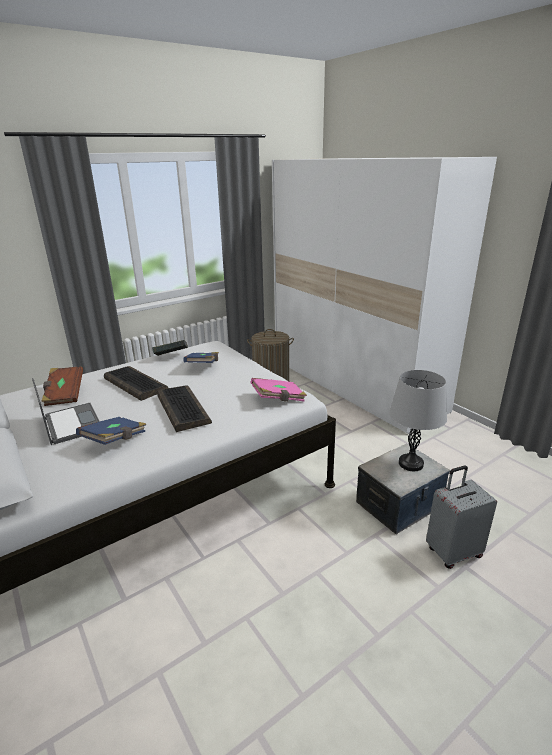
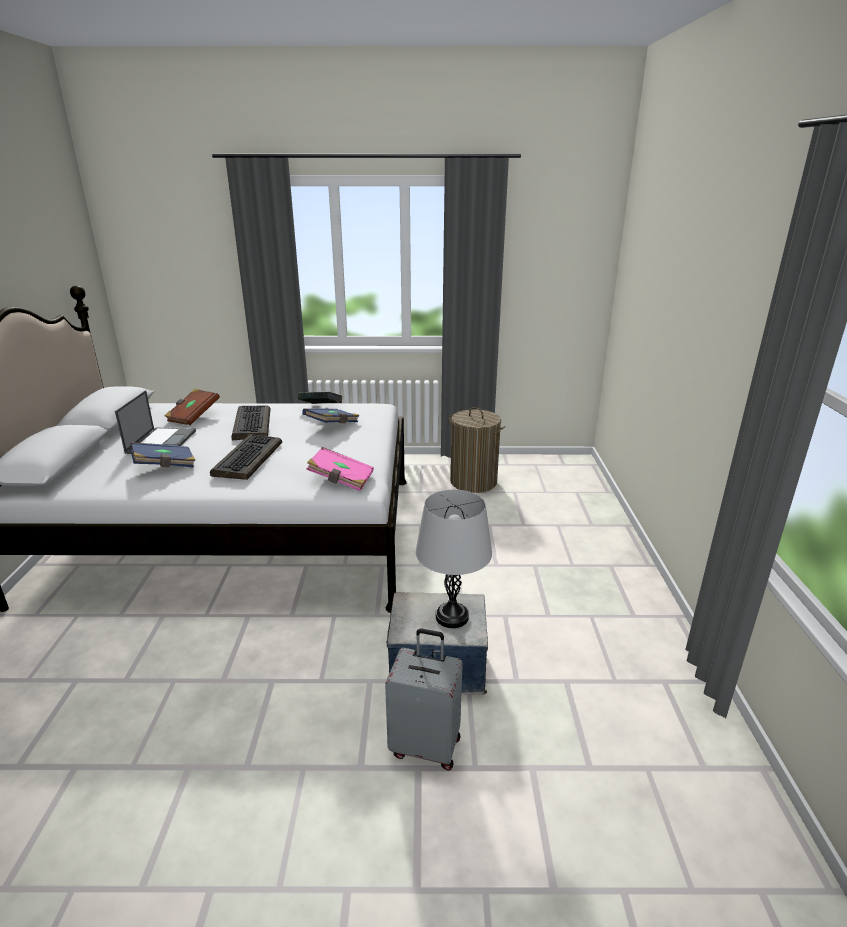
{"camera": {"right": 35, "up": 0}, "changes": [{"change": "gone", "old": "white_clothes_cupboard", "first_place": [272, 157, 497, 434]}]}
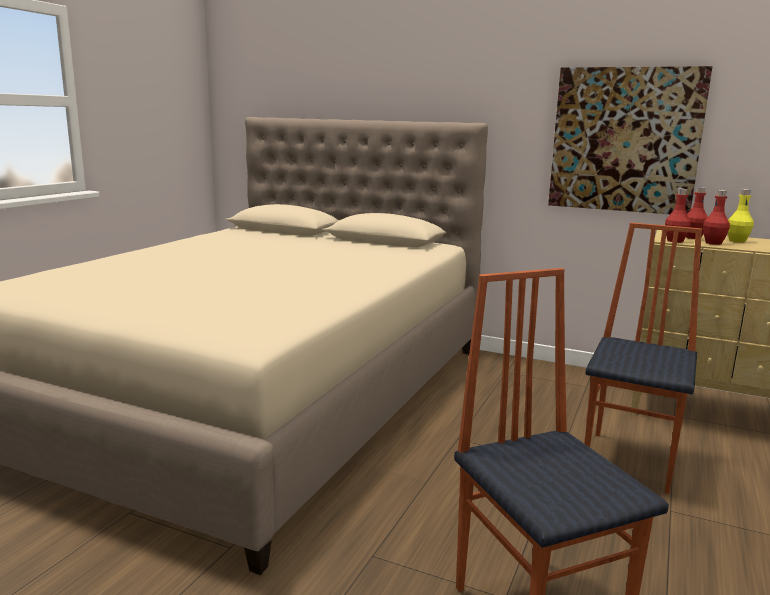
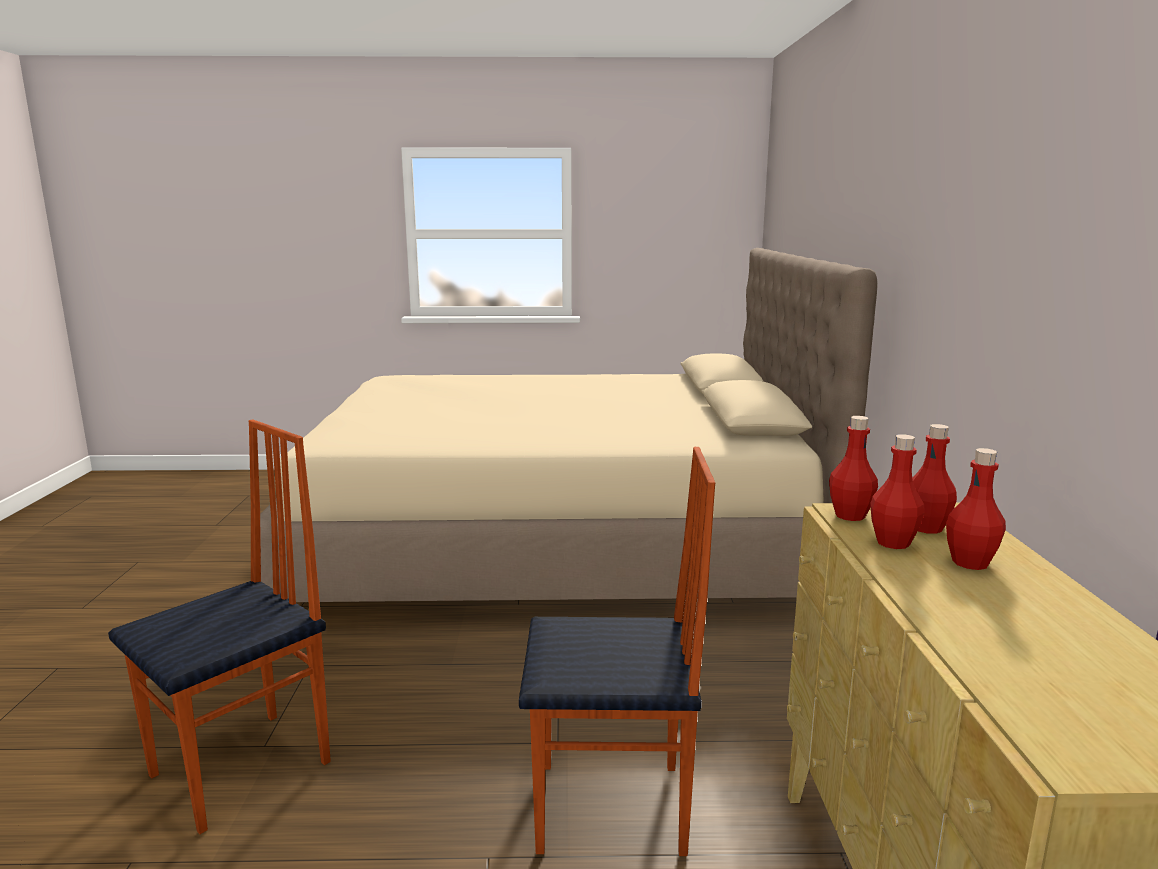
{"camera": {"right": 65, "up": 0}, "changes": [{"change": "gone", "old": "wall_picture", "first_place": [548, 66, 713, 214]}, {"change": "repainted", "old": "yellow_drink_bottle", "new": "reddish_drink_bottle", "first_place": [728, 189, 754, 243], "second_place": [946, 448, 1006, 570]}]}
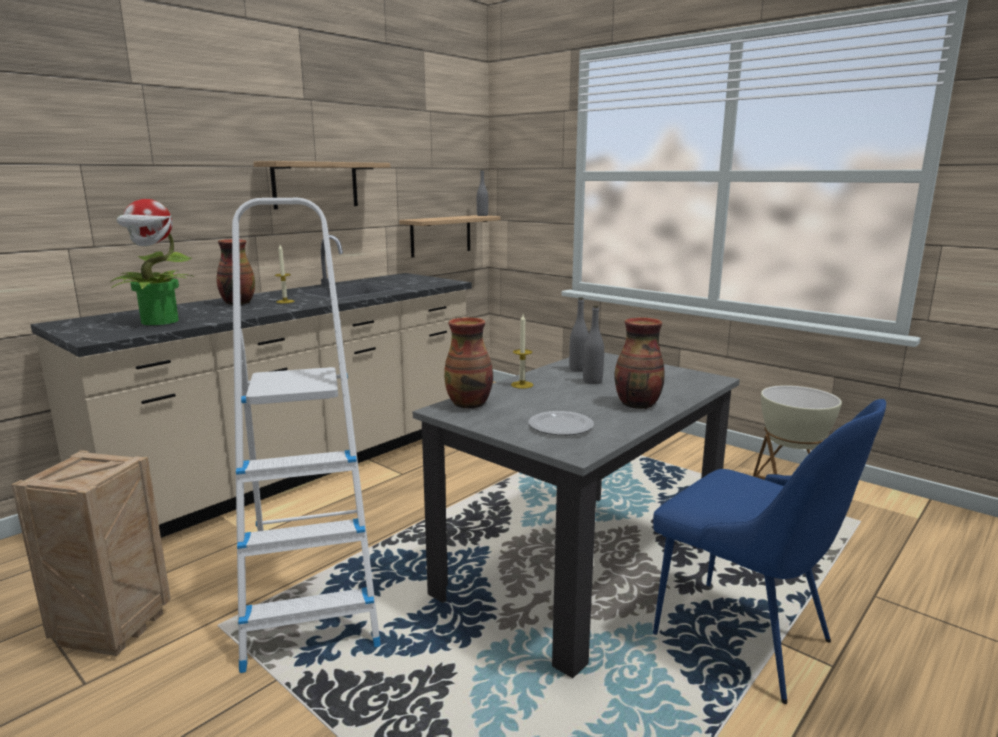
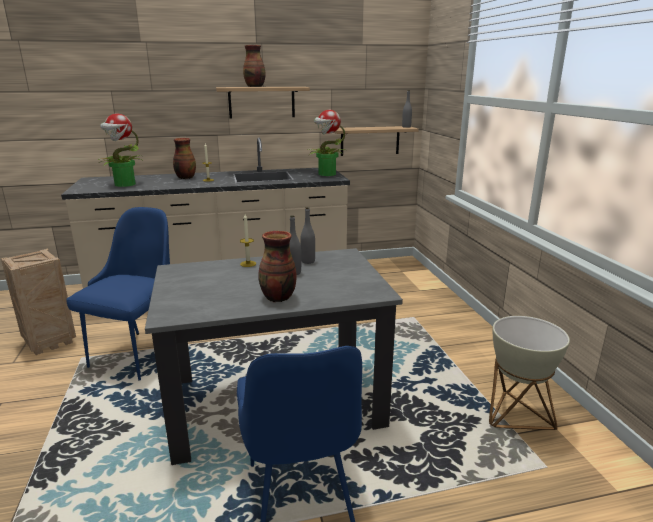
{"camera": {"right": 35, "up": 5}, "changes": [{"change": "swapped", "old": "white_stepladder", "new": "blue_chair", "first_place": [232, 198, 381, 673], "second_place": [66, 207, 170, 381]}, {"change": "shifted", "old": "flower_vase", "first_place": [444, 317, 493, 409], "second_place": [243, 45, 265, 87]}, {"change": "gone", "old": "flat_dish", "first_place": [529, 411, 594, 435]}, {"change": "new", "new": "plant_in_a_pot", "second_place": [307, 110, 345, 176]}]}
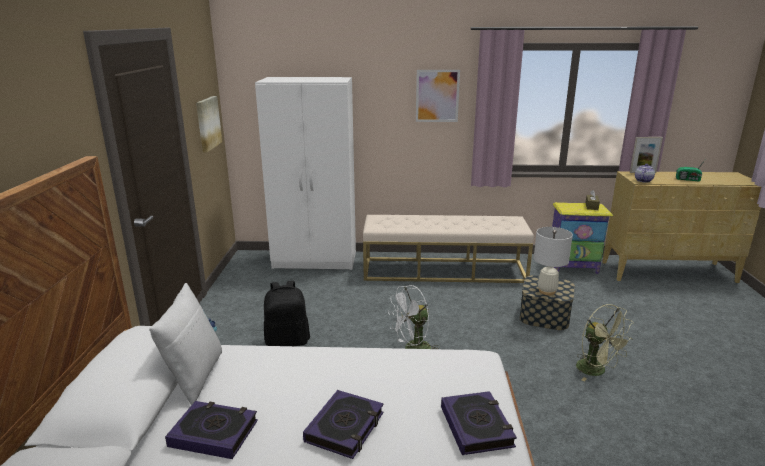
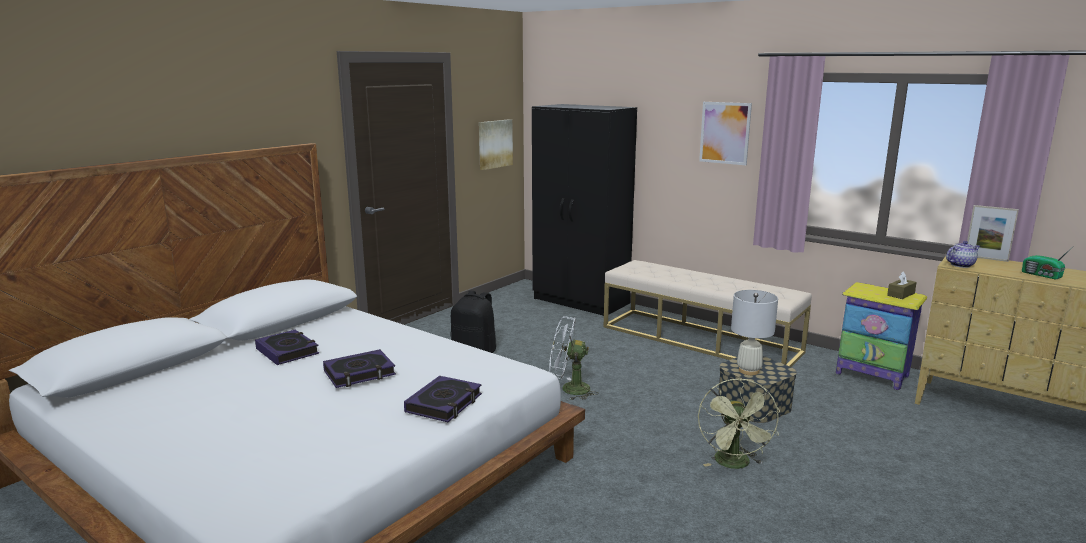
{"camera": {"right": 35, "up": -5}, "changes": [{"change": "gone", "old": "greyish_pillow", "first_place": [149, 283, 222, 405]}, {"change": "repainted", "old": "white_clothes_cupboard", "new": "black_clothes_cupboard", "first_place": [255, 77, 356, 270], "second_place": [532, 104, 637, 316]}]}
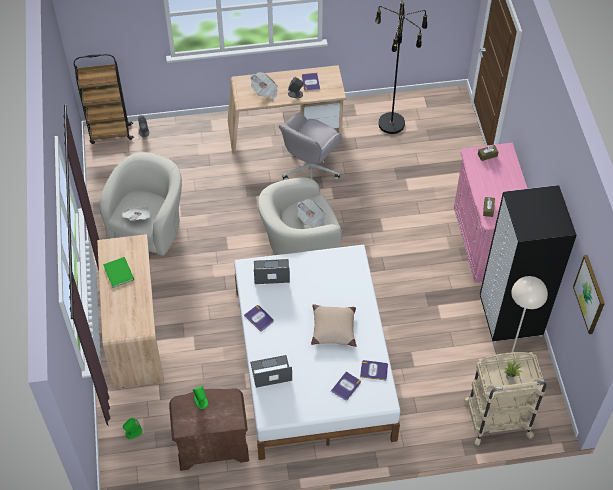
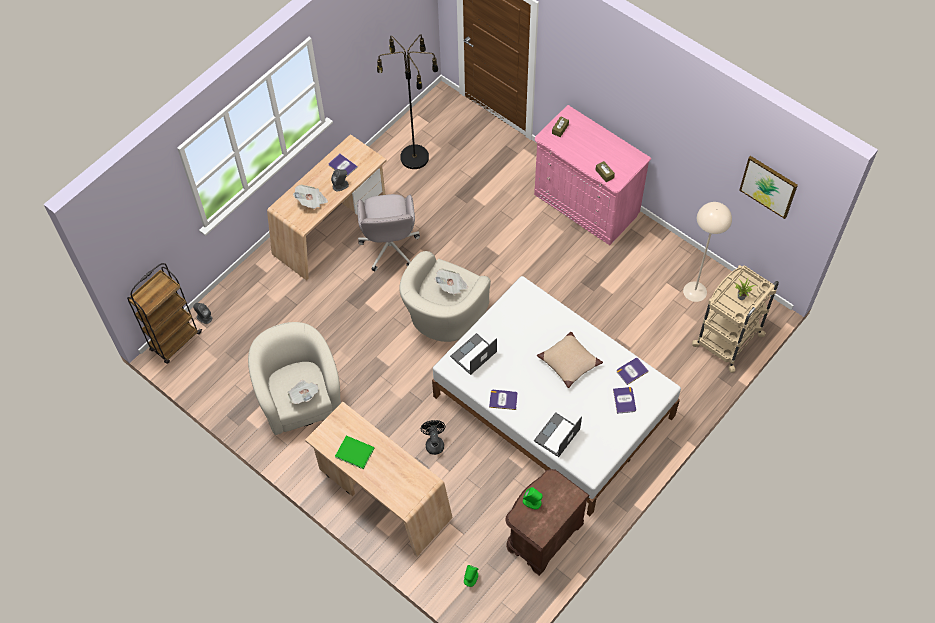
{"camera": {"right": -40, "up": 5}, "changes": [{"change": "gone", "old": "clothes_cupboard", "first_place": [480, 185, 577, 343]}, {"change": "new", "new": "black_cooling_fan", "second_place": [421, 420, 445, 455]}]}
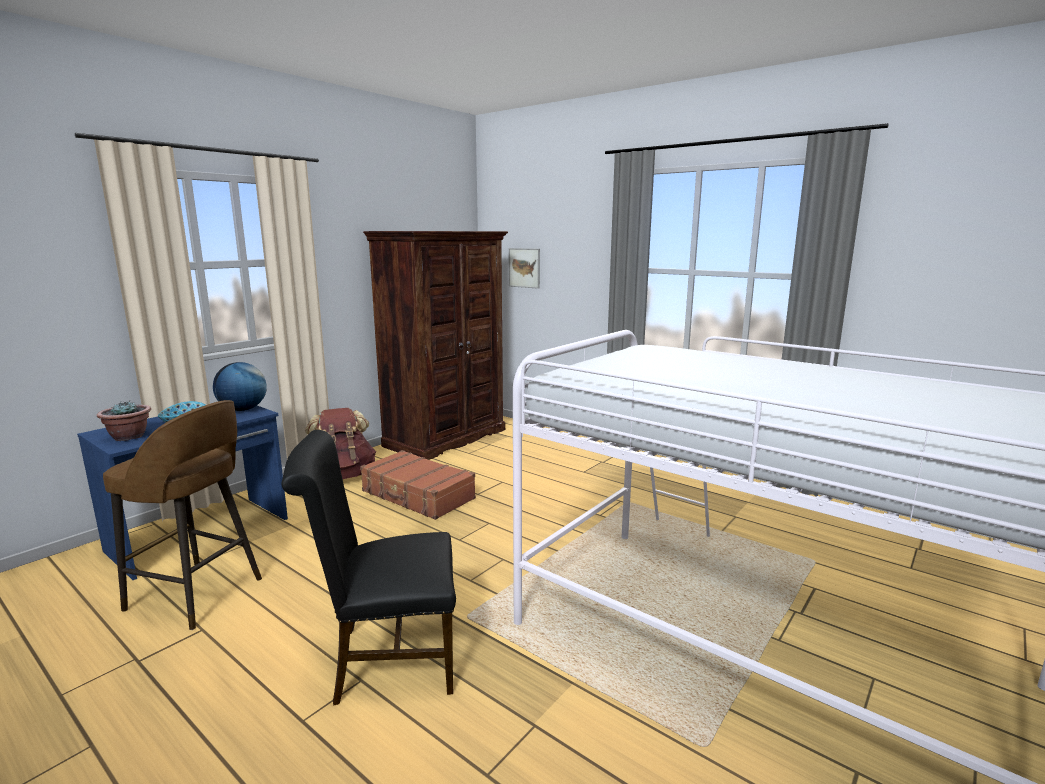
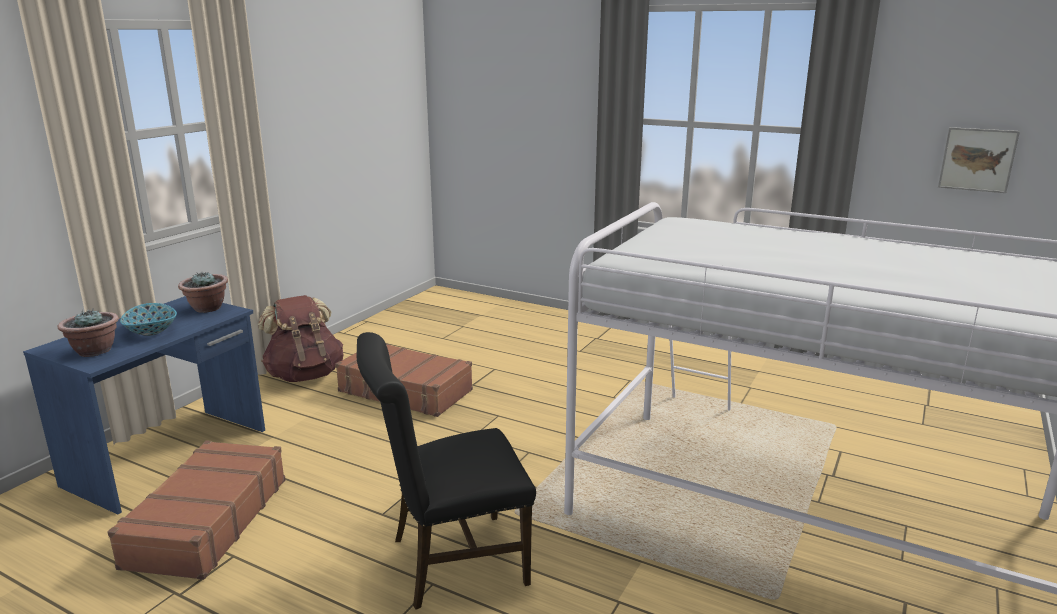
{"camera": {"right": -10, "up": 5}, "changes": [{"change": "swapped", "old": "brown-coloured_stool", "new": "brown-coloured_suitcase", "first_place": [103, 400, 262, 630], "second_place": [107, 440, 286, 580]}, {"change": "swapped", "old": "desk_globe", "new": "plant_in_a_pot", "first_place": [213, 362, 267, 411], "second_place": [178, 271, 228, 313]}, {"change": "gone", "old": "brown-coloured_clothes_cupboard", "first_place": [363, 231, 508, 460]}, {"change": "shifted", "old": "wall_picture", "first_place": [509, 248, 540, 289], "second_place": [938, 127, 1020, 193]}]}
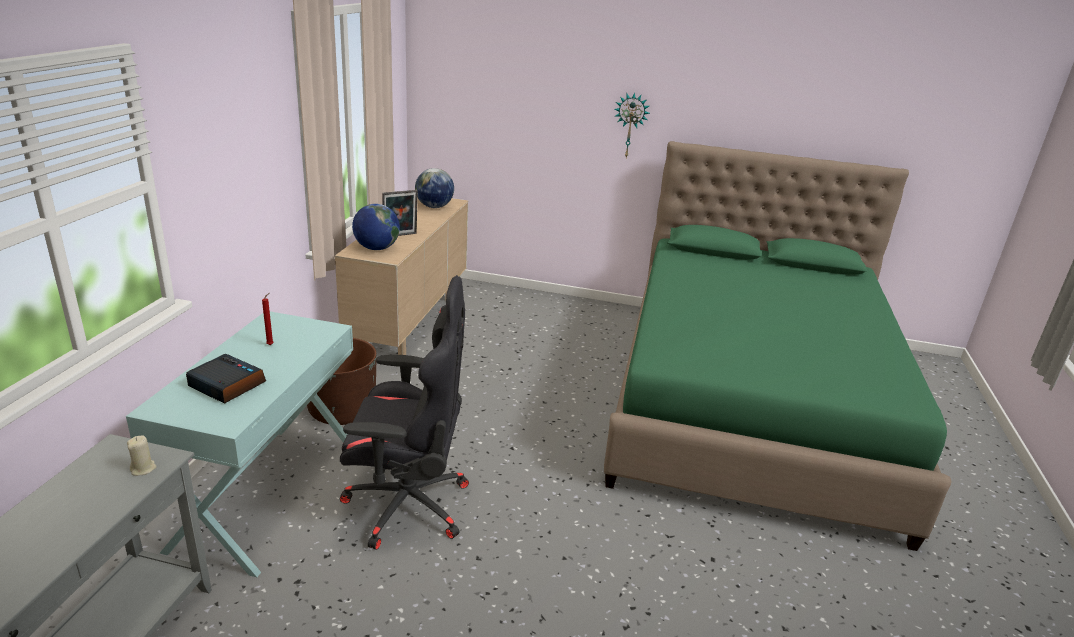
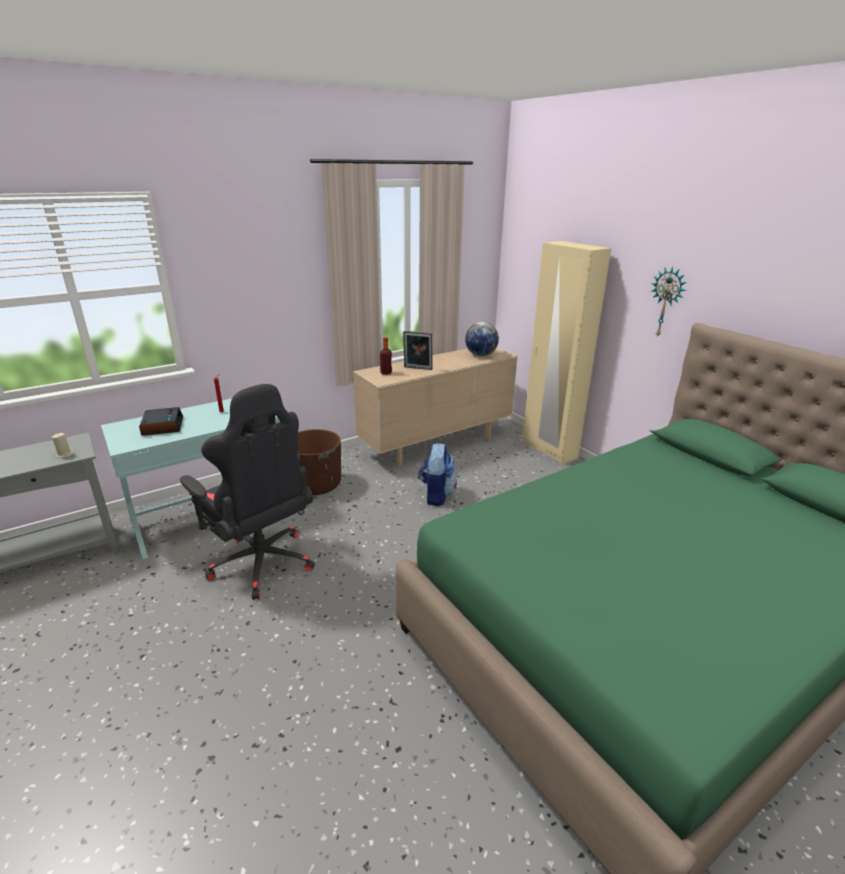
{"camera": {"right": 45, "up": 0}, "changes": [{"change": "swapped", "old": "desk_globe", "new": "drink_bottle", "first_place": [352, 204, 400, 250], "second_place": [380, 337, 392, 375]}, {"change": "new", "new": "knapsack", "second_place": [418, 443, 457, 506]}, {"change": "new", "new": "sand-coloured_clothes_cupboard", "second_place": [523, 241, 611, 464]}]}
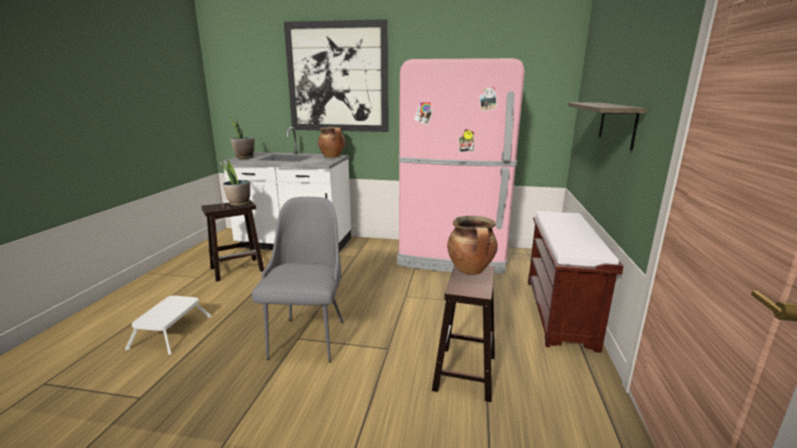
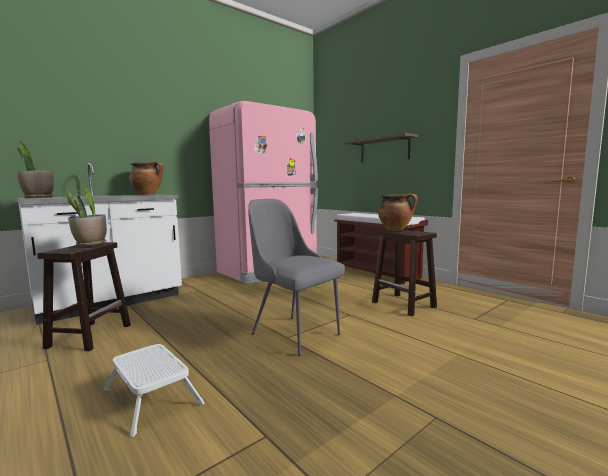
{"camera": {"right": -50, "up": -10}, "changes": [{"change": "gone", "old": "wall_picture", "first_place": [284, 19, 388, 132]}]}
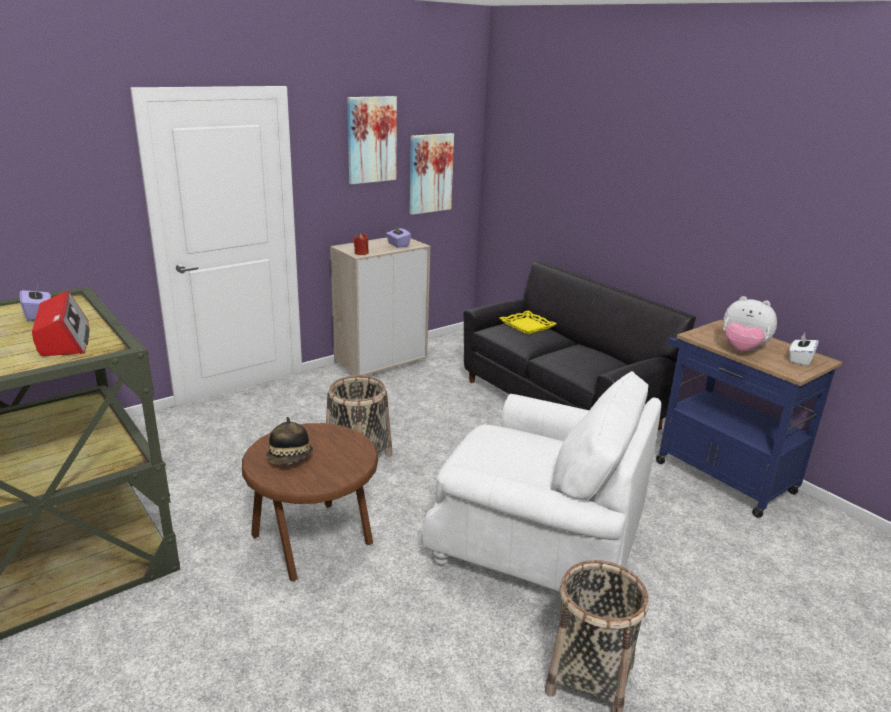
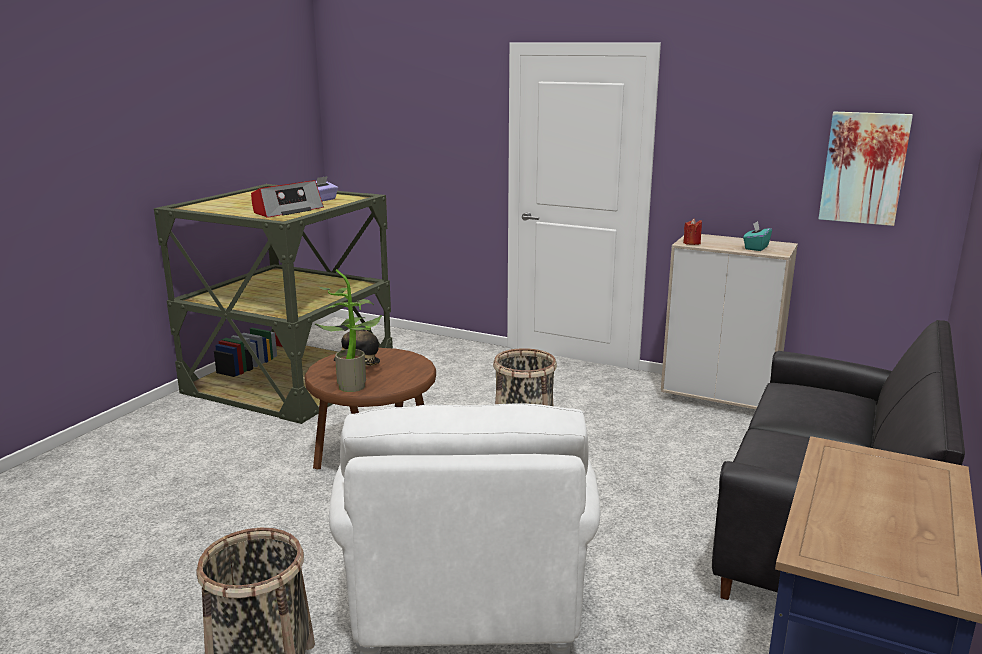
{"camera": {"right": 65, "up": -5}, "changes": [{"change": "gone", "old": "wall_picture", "first_place": [347, 96, 397, 184]}, {"change": "repainted", "old": "purple_box_of_tissues", "new": "blue-green_box_of_tissues", "first_place": [386, 225, 411, 248], "second_place": [743, 221, 772, 251]}, {"change": "gone", "old": "yellow_tray", "first_place": [500, 311, 557, 335]}, {"change": "gone", "old": "plush_toy", "first_place": [723, 296, 777, 351]}, {"change": "gone", "old": "white_box_of_tissues", "first_place": [789, 333, 819, 366]}, {"change": "new", "new": "plant_in_a_pot", "second_place": [315, 269, 382, 392]}]}
